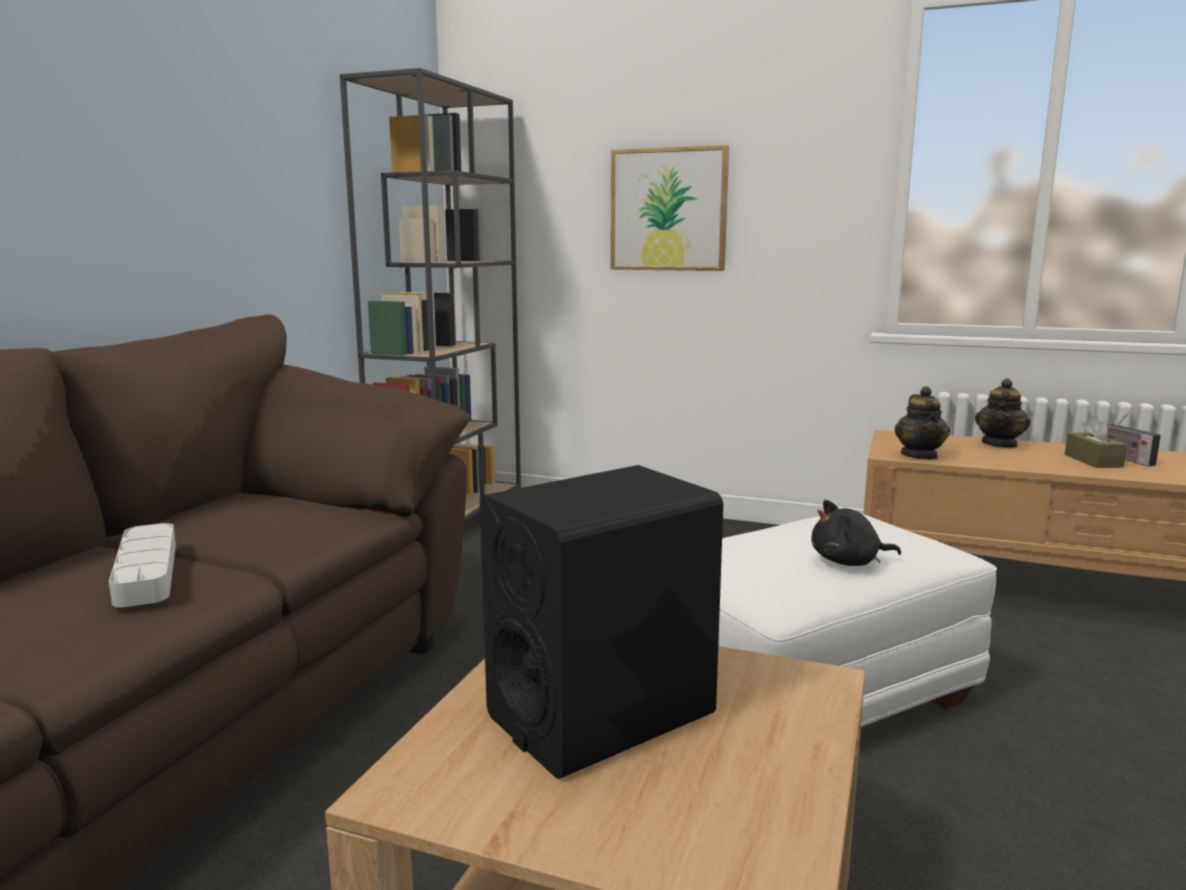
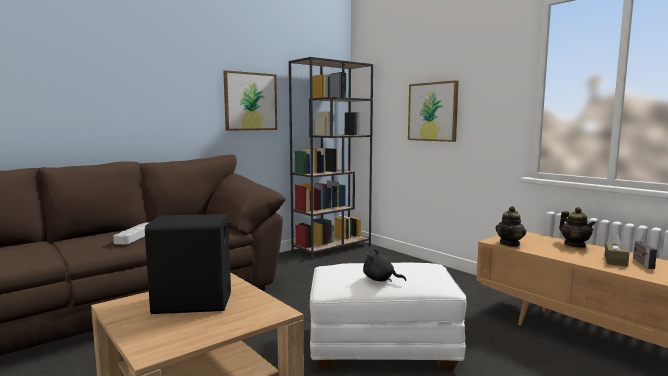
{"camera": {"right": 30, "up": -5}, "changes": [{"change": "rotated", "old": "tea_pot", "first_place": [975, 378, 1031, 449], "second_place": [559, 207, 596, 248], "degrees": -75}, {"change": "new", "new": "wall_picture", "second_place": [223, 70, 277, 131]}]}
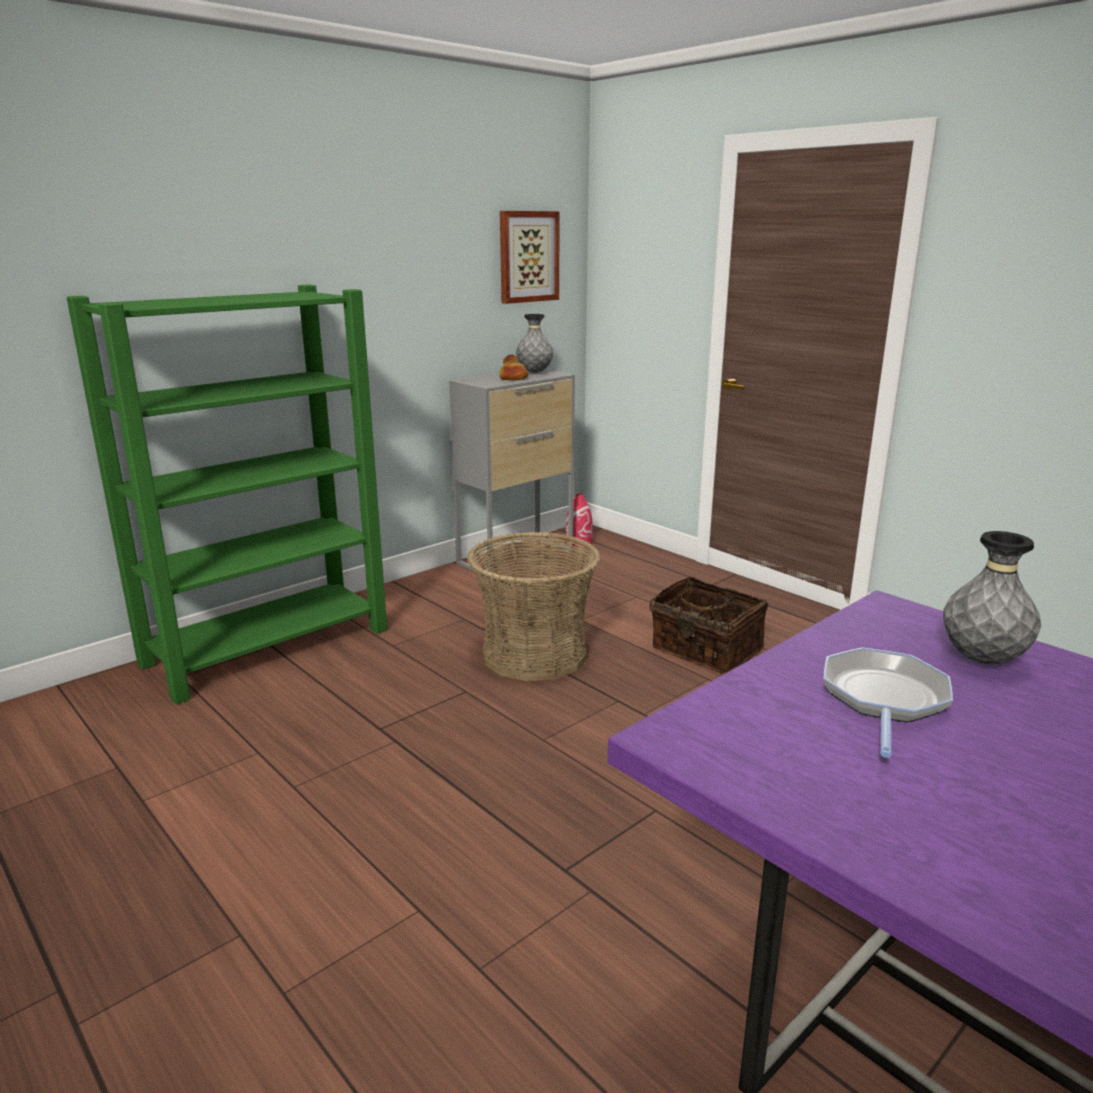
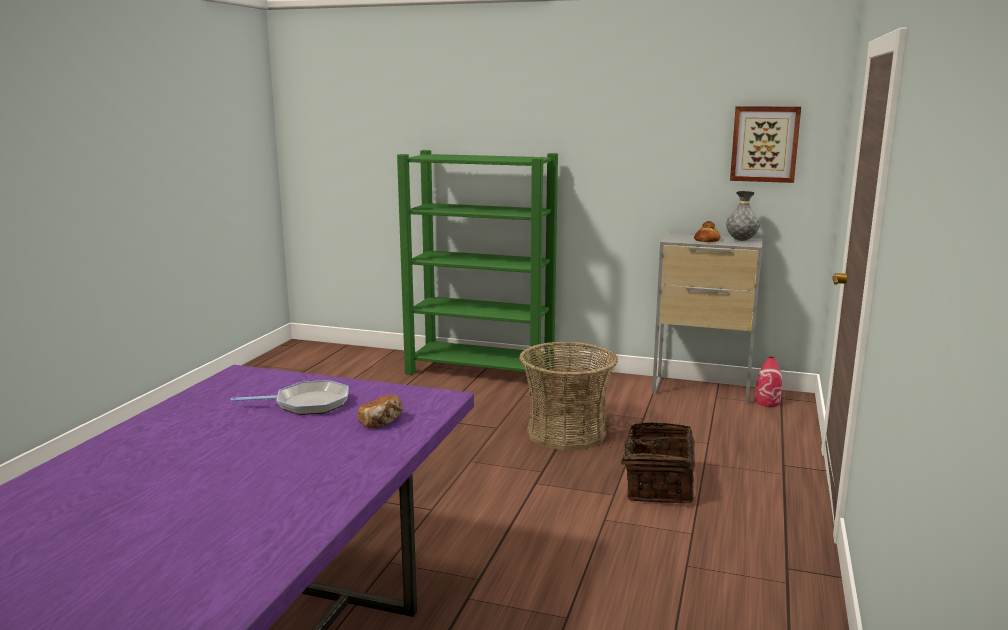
{"camera": {"right": 60, "up": -5}, "changes": [{"change": "swapped", "old": "greyish_flower_vase", "new": "bread", "first_place": [943, 531, 1041, 664], "second_place": [358, 395, 403, 428]}]}
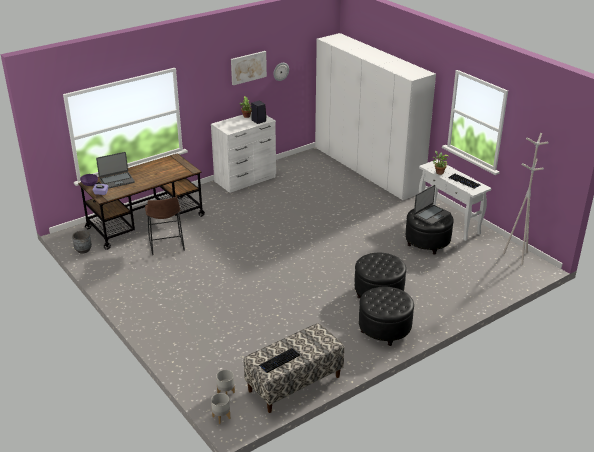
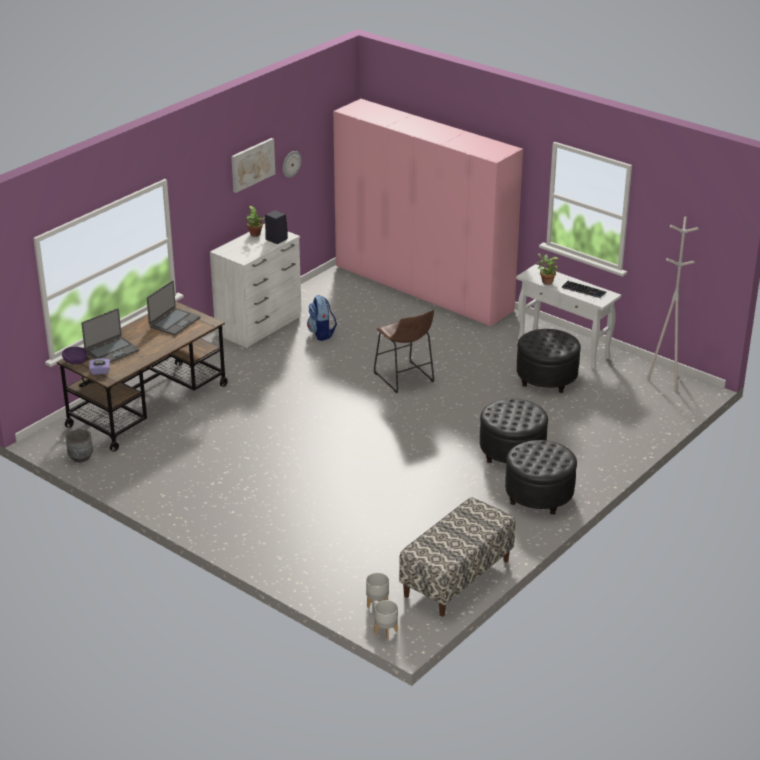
{"camera": {"right": -15, "up": 0}, "changes": [{"change": "shifted", "old": "brown-coloured_stool", "first_place": [145, 197, 185, 255], "second_place": [374, 309, 434, 393]}, {"change": "gone", "old": "PC_keyboard", "first_place": [259, 348, 300, 373]}, {"change": "repainted", "old": "white_clothes_cupboard", "new": "pinkish_clothes_cupboard", "first_place": [315, 33, 436, 200], "second_place": [333, 99, 523, 326]}, {"change": "shifted", "old": "notebook_computer", "first_place": [414, 185, 451, 225], "second_place": [147, 281, 200, 335]}, {"change": "new", "new": "knapsack", "second_place": [307, 295, 337, 341]}]}
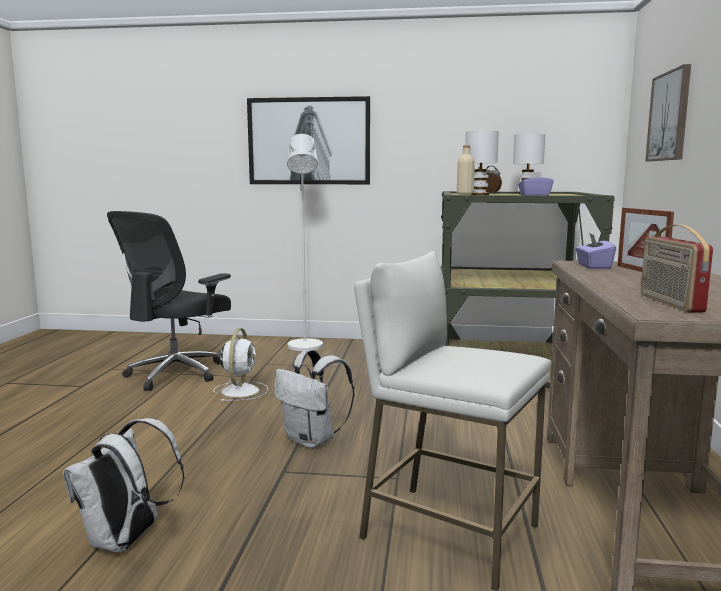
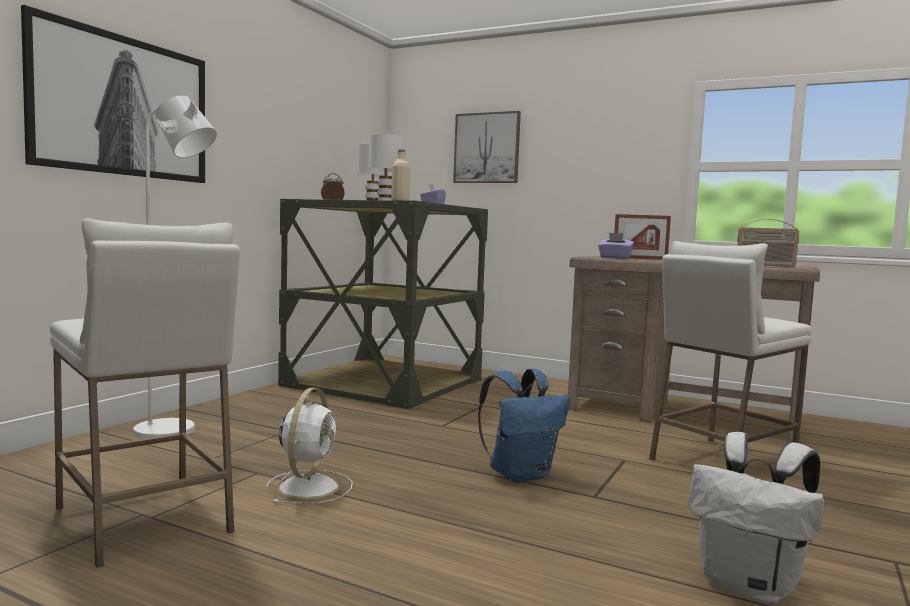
{"camera": {"right": -70, "up": -5}, "changes": [{"change": "swapped", "old": "desk_chair", "new": "white_stool", "first_place": [107, 211, 231, 391], "second_place": [50, 218, 240, 568]}, {"change": "rotated", "old": "white_cooling_fan", "first_place": [213, 328, 268, 401], "second_place": [267, 388, 353, 504], "degrees": 75}, {"change": "repainted", "old": "white_knapsack", "new": "blue_knapsack", "first_place": [274, 350, 354, 448], "second_place": [478, 368, 570, 483]}]}
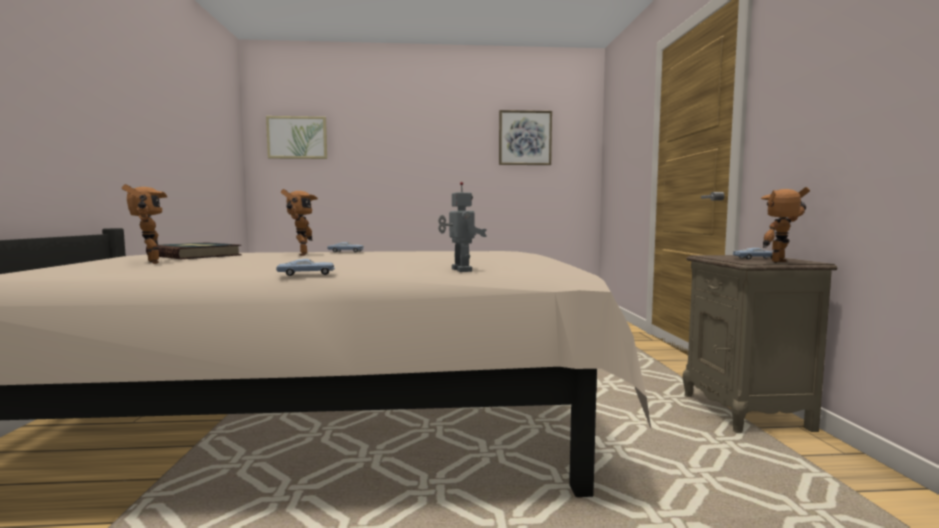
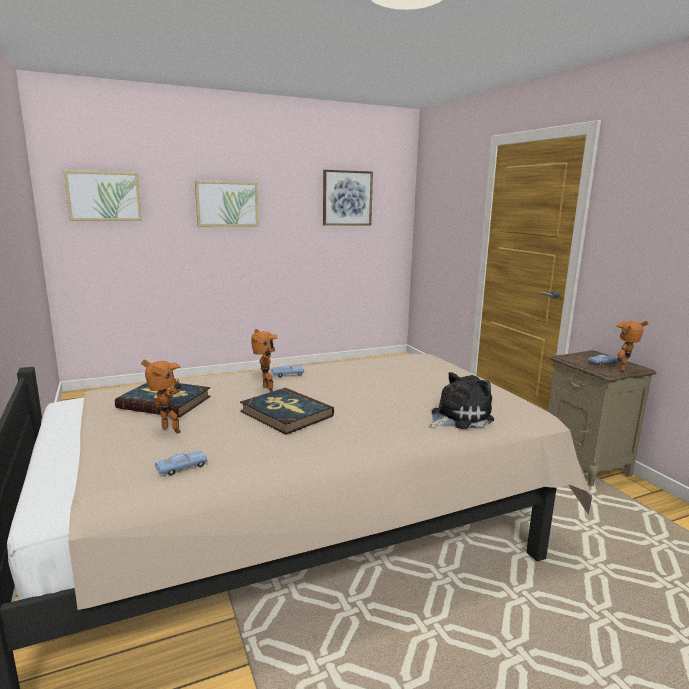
{"camera": {"right": -20, "up": 10}, "changes": [{"change": "shifted", "old": "blue_toy_car", "first_place": [276, 259, 335, 276], "second_place": [155, 451, 208, 475]}, {"change": "swapped", "old": "robot_figure", "new": "plush_toy", "first_place": [438, 182, 487, 272], "second_place": [429, 372, 494, 429]}, {"change": "new", "new": "wall_picture", "second_place": [195, 180, 258, 227]}, {"change": "new", "new": "volume", "second_place": [240, 388, 334, 435]}]}
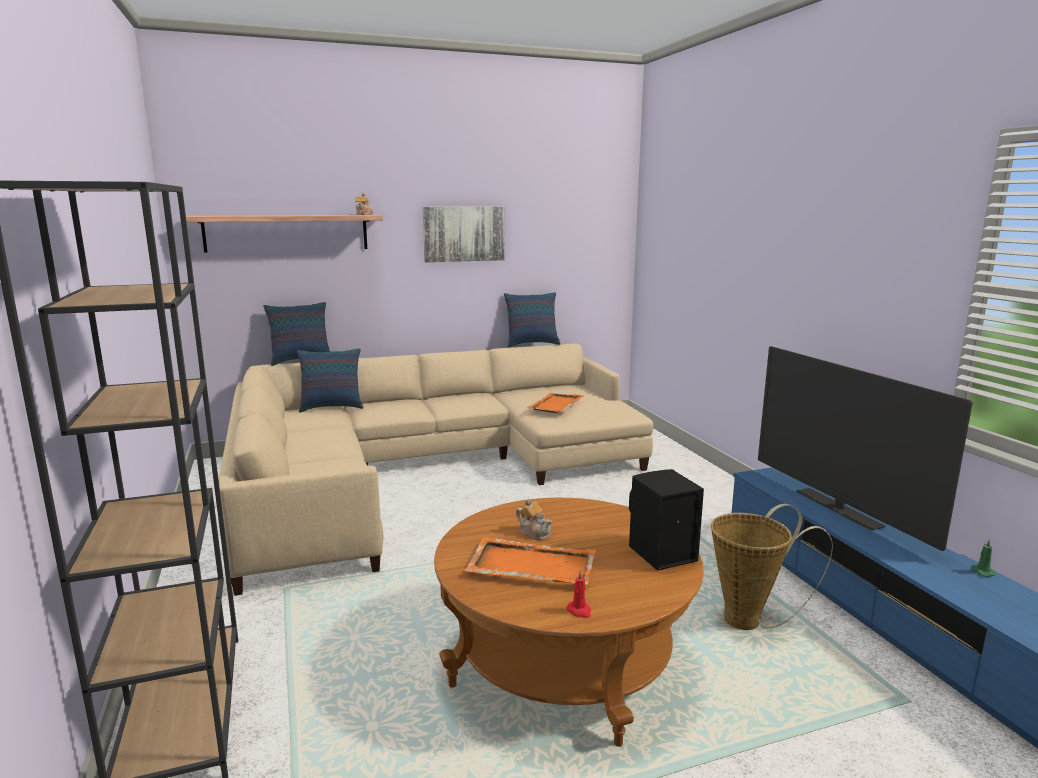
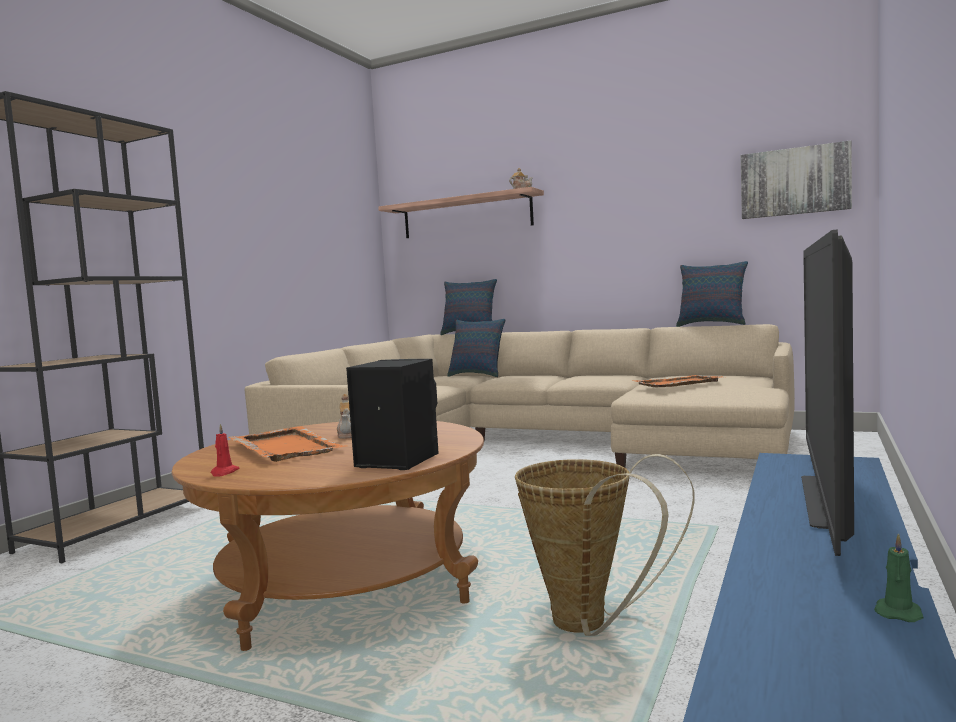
{"camera": {"right": 45, "up": -10}, "changes": [{"change": "shifted", "old": "wall_picture", "first_place": [423, 207, 505, 262], "second_place": [741, 140, 852, 219]}]}
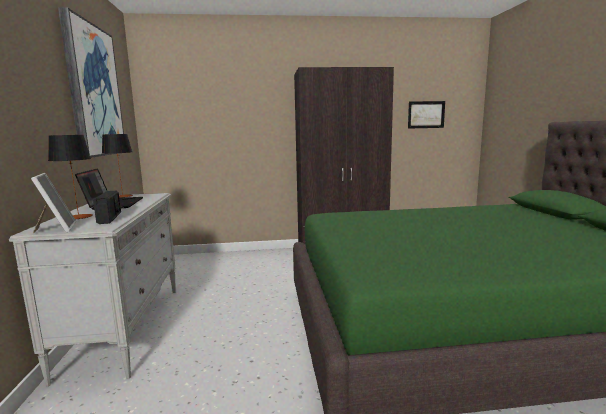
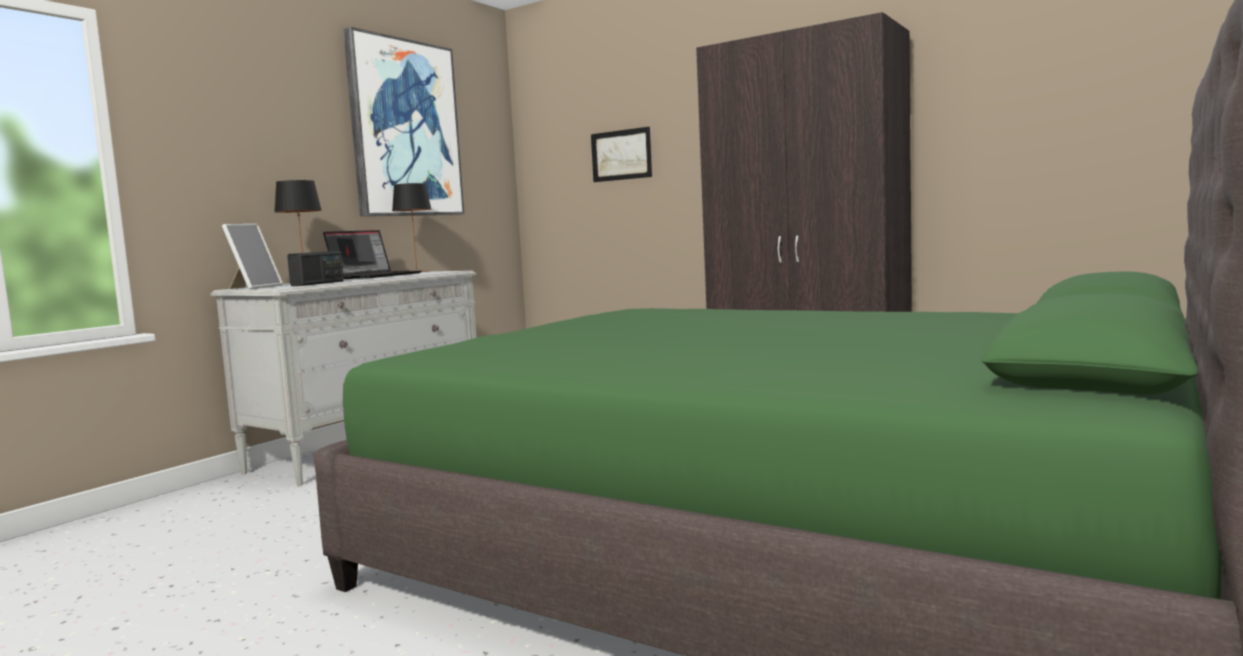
{"camera": {"right": 40, "up": -5}, "changes": [{"change": "shifted", "old": "wall_picture", "first_place": [408, 101, 445, 129], "second_place": [591, 127, 652, 182]}]}
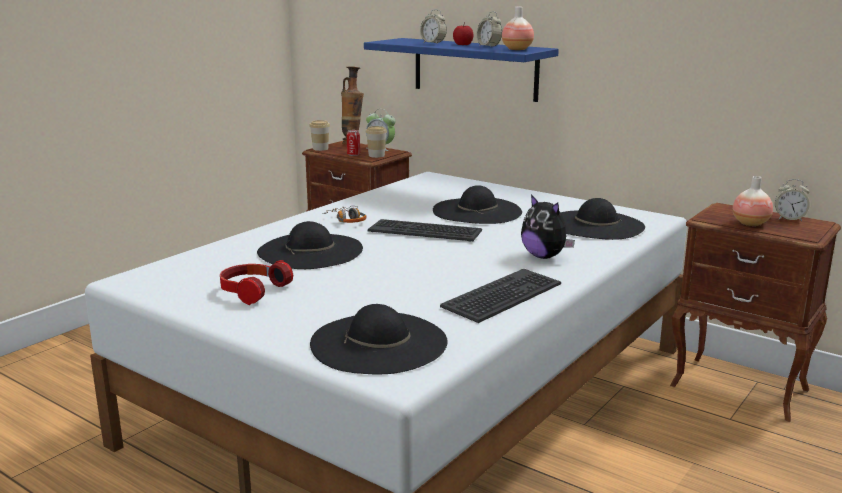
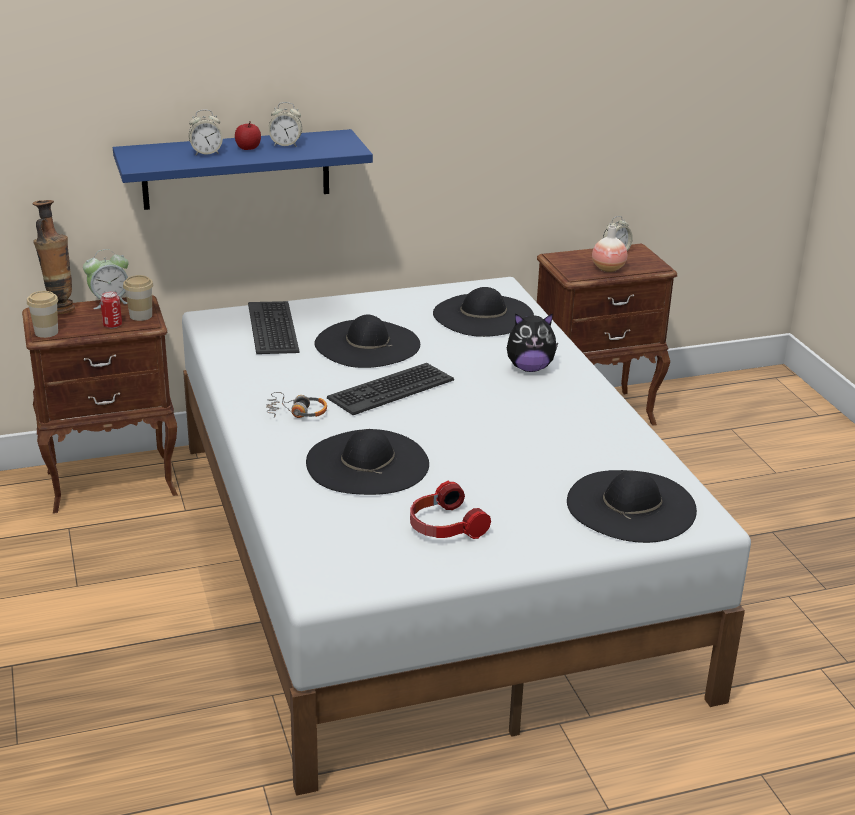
{"camera": {"right": -55, "up": 10}, "changes": [{"change": "shifted", "old": "PC_keyboard", "first_place": [440, 269, 561, 323], "second_place": [248, 301, 300, 354]}, {"change": "gone", "old": "flower_vase", "first_place": [502, 7, 534, 50]}]}
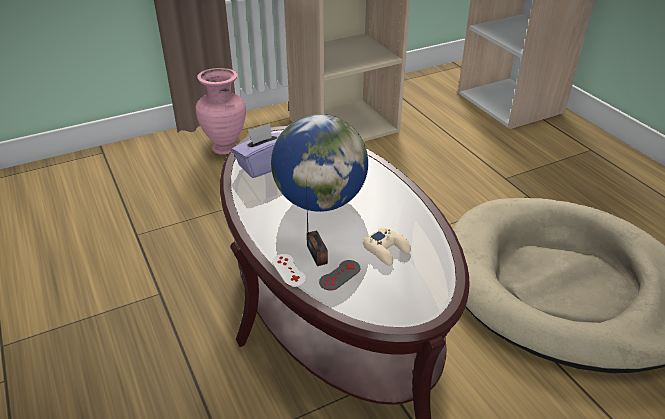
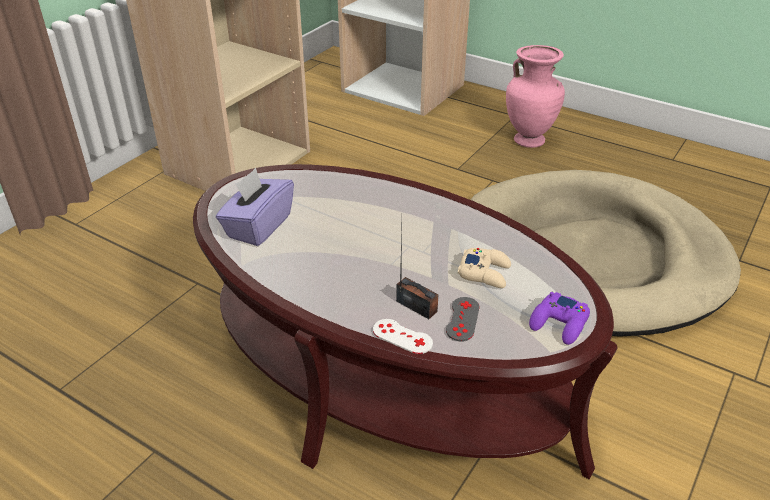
{"camera": {"right": -30, "up": 0}, "changes": [{"change": "shifted", "old": "pinkish_flower_vase", "first_place": [196, 68, 246, 155], "second_place": [506, 45, 565, 148]}, {"change": "gone", "old": "desk_globe", "first_place": [271, 114, 368, 212]}, {"change": "new", "new": "purple_gamepad", "second_place": [529, 292, 590, 345]}]}
